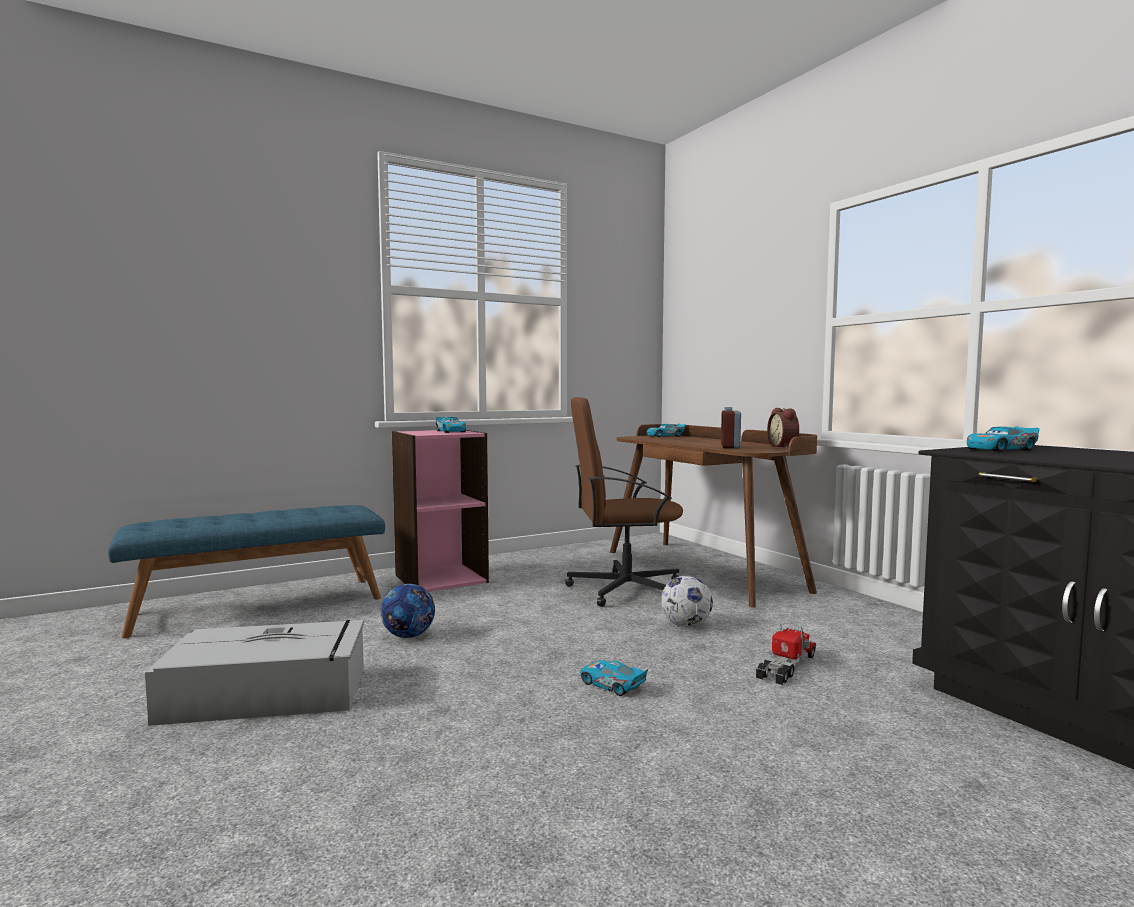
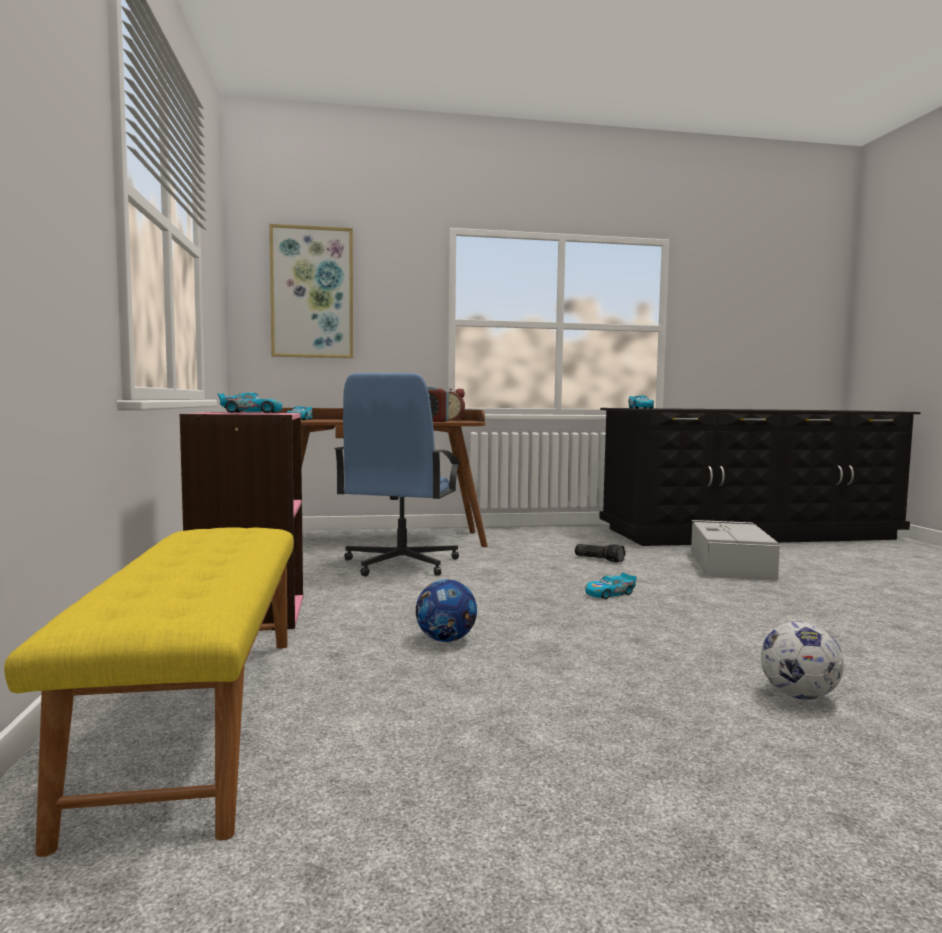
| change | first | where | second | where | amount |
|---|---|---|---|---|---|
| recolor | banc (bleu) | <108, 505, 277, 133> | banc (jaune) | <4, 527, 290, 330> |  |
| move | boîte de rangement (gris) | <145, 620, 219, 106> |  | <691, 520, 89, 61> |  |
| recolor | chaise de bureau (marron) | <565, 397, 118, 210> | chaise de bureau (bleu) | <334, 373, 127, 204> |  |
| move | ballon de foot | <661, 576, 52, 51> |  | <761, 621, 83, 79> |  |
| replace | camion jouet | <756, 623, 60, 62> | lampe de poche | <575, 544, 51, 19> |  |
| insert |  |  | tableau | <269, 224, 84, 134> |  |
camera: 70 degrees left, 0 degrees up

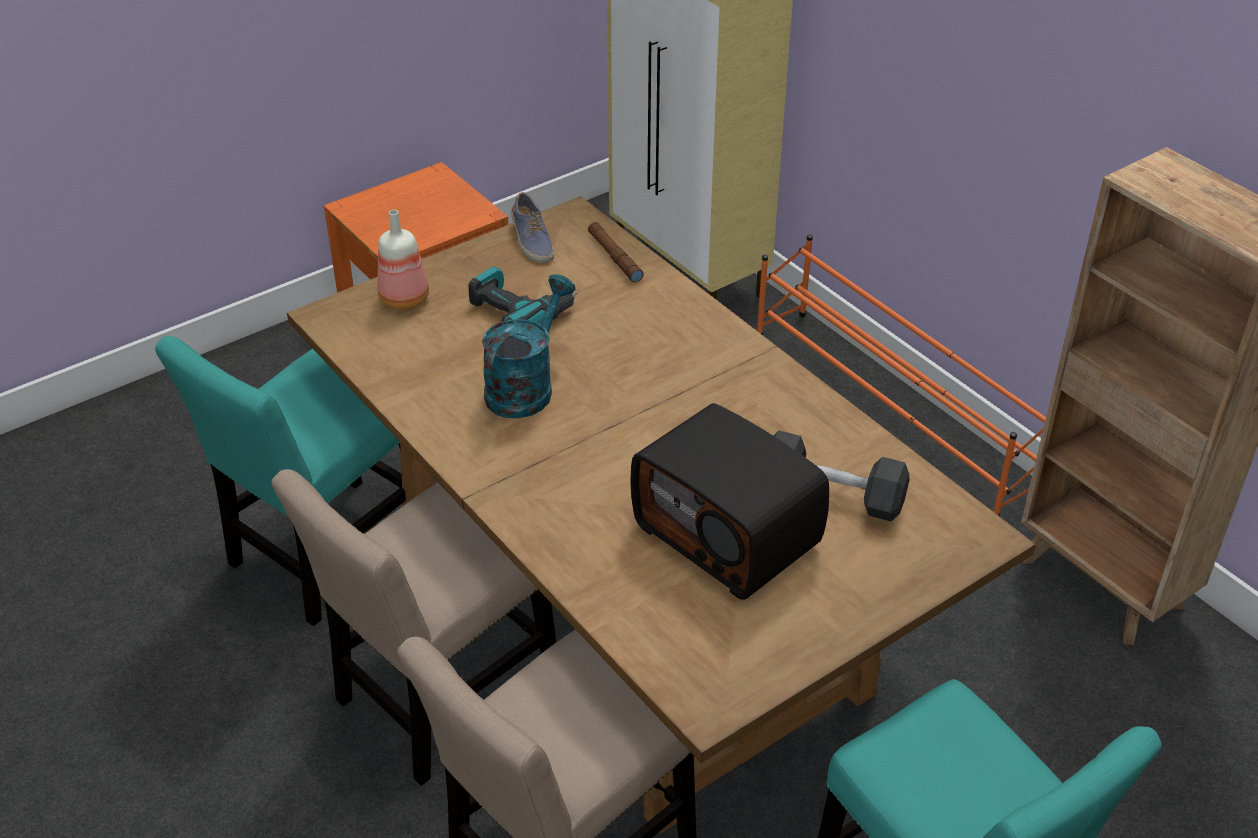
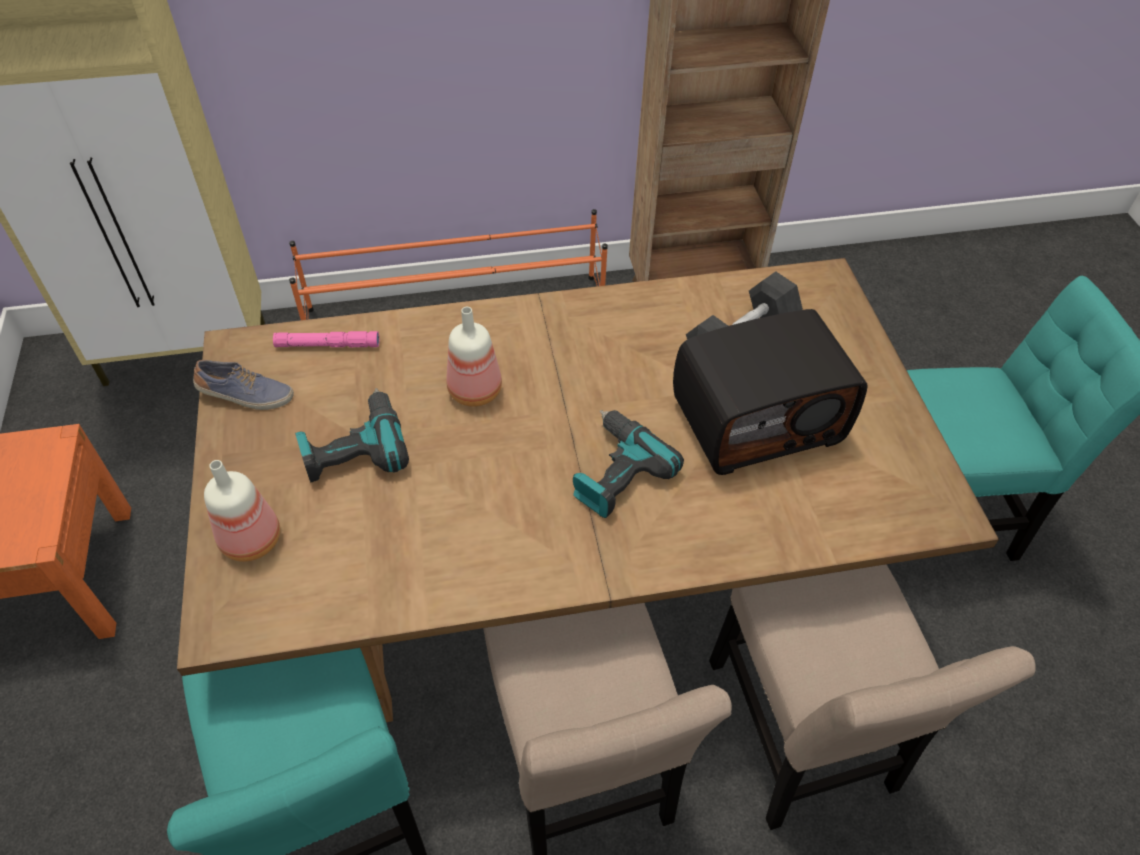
| change | first | where | second | where | amount |
|---|---|---|---|---|---|
| delete | arrosoir (turquoise) | <482, 274, 93, 144> |  |  |  |
| recolor | lampe de poche (marron) | <588, 222, 56, 61> | lampe de poche (rose) | <273, 331, 106, 16> |  |
| insert |  |  | bouteille | <446, 307, 56, 100> |  |
| insert |  |  | perceuse | <573, 410, 111, 108> |  |
camera: 65 degrees left, 10 degrees up

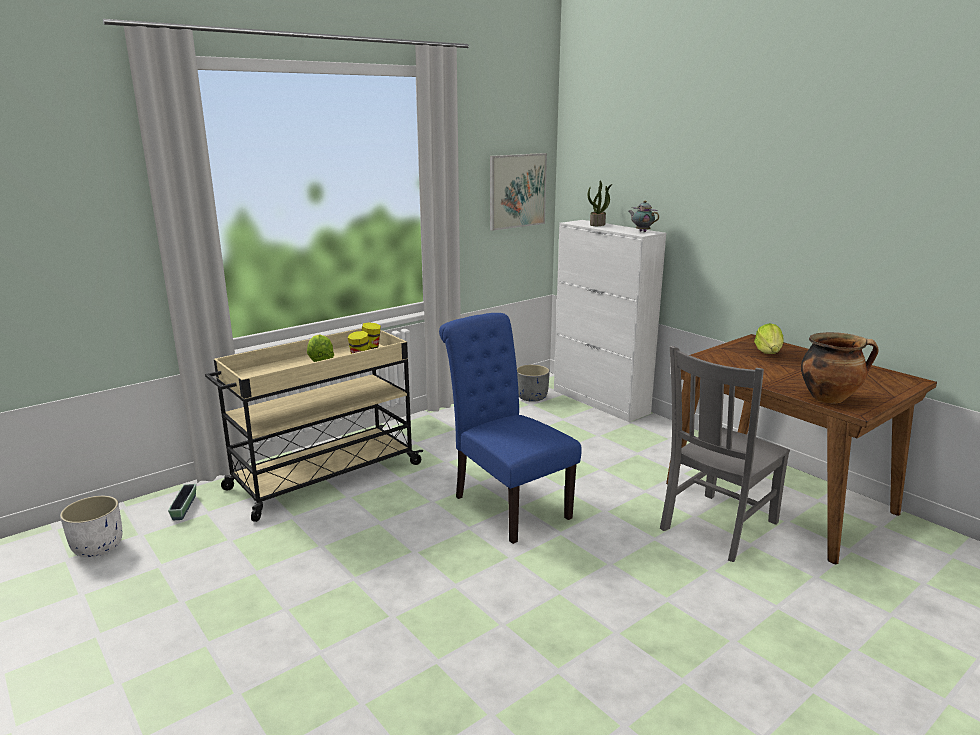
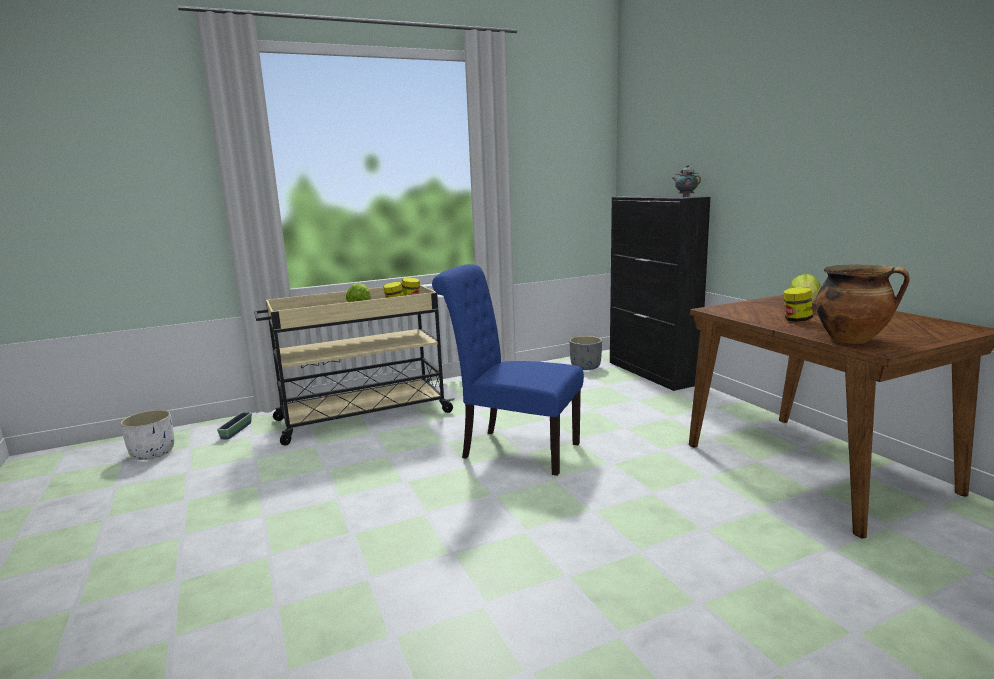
| change | first | where | second | where | amount |
|---|---|---|---|---|---|
| rotate | chaise (bleu) | <439, 313, 143, 231> |  | <432, 264, 152, 212> | 45 degrees counterclockwise |
| delete | tableau | <490, 153, 57, 78> |  |  |  |
| recolor | meuble de rangement (blanc) | <554, 220, 112, 202> | meuble de rangement (noir) | <610, 196, 101, 195> |  |
| delete | plante en pot | <588, 180, 24, 46> |  |  |  |
| delete | chaise (gris) | <660, 346, 130, 216> |  |  |  |
| insert |  |  | bocal | <783, 287, 30, 35> |  |
camera: 15 degrees right, 5 degrees down

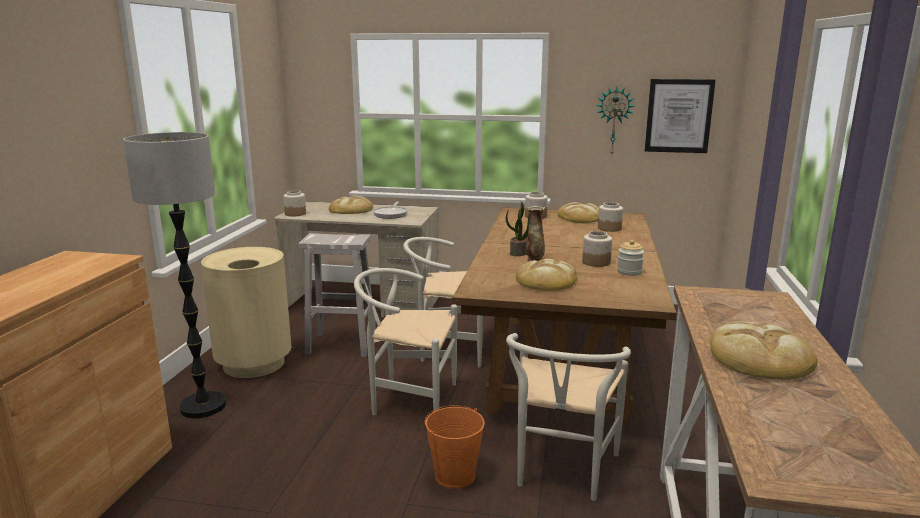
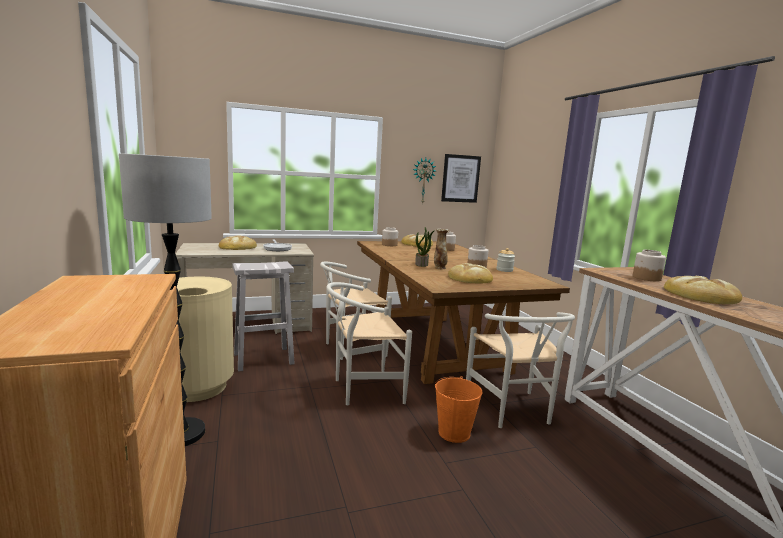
| change | first | where | second | where | amount |
|---|---|---|---|---|---|
| move | bocal | <283, 190, 23, 26> |  | <633, 250, 33, 32> |  |
camera: 30 degrees left, 5 degrees down

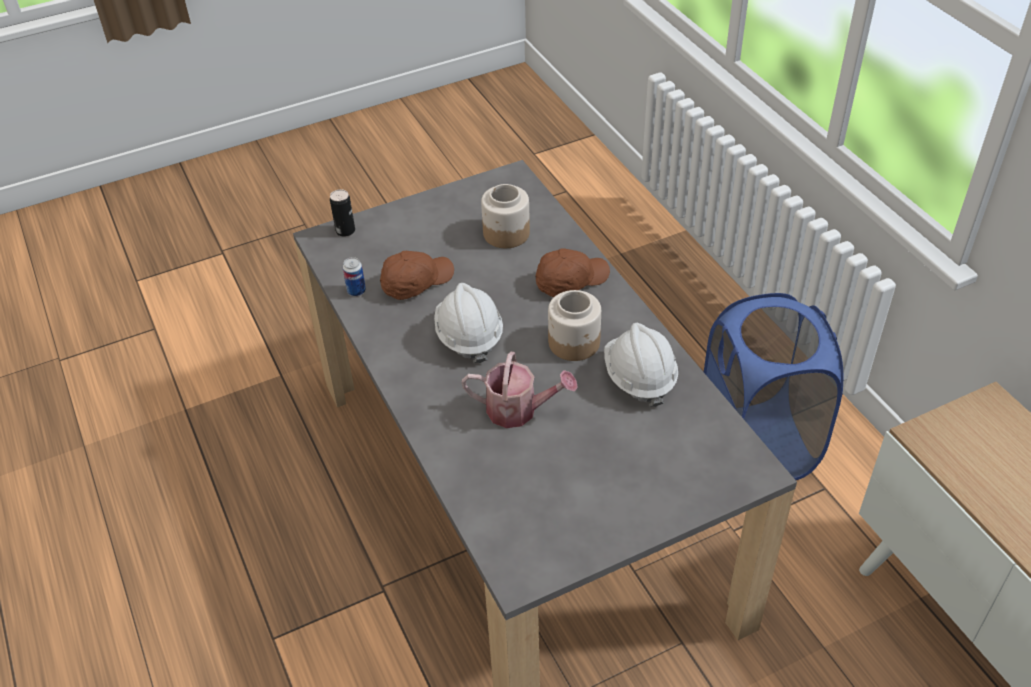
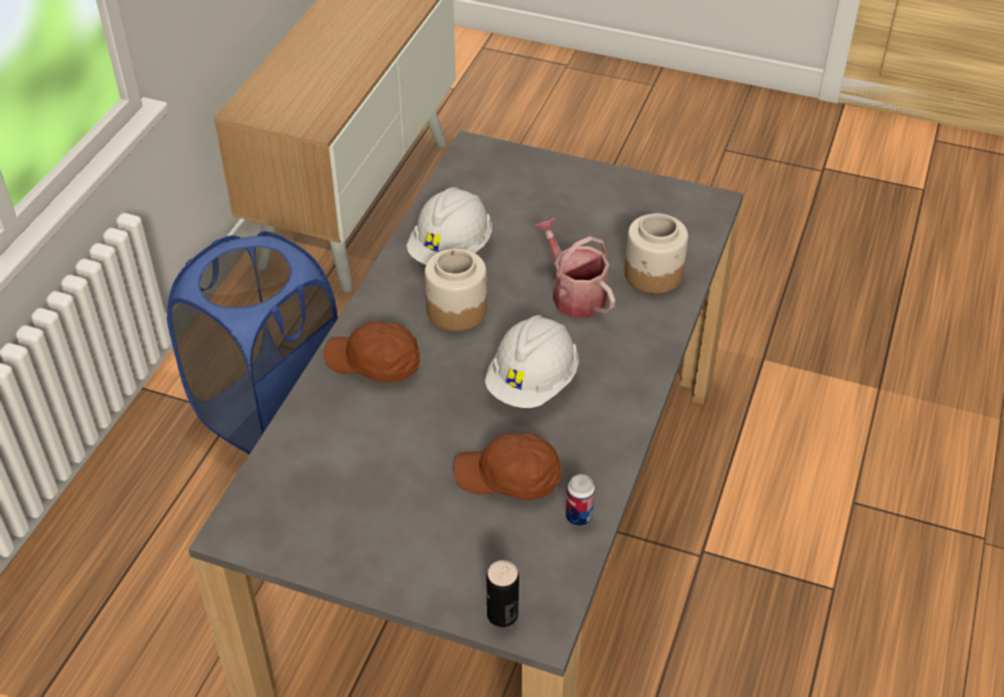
| change | first | where | second | where | amount |
|---|---|---|---|---|---|
| move | bocal | <481, 184, 49, 64> |  | <625, 213, 63, 81> |  |
camera: 135 degrees left, 0 degrees up

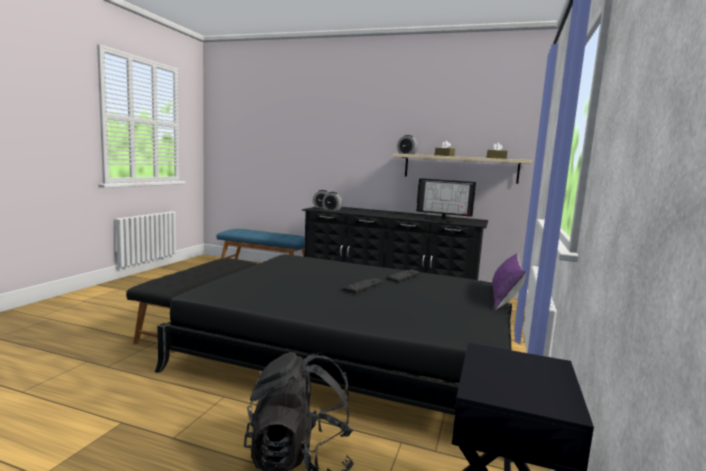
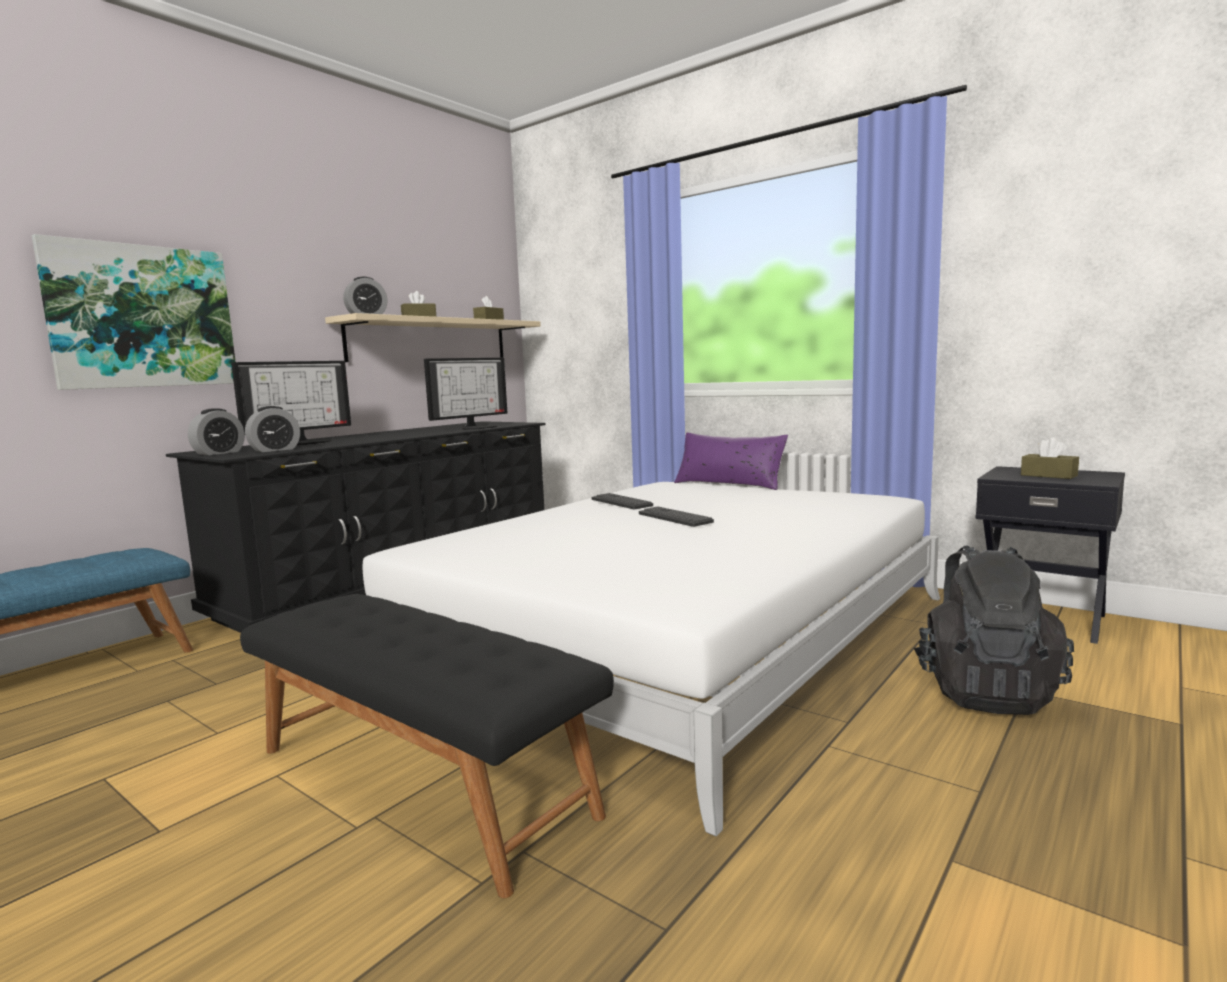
| change | first | where | second | where | amount |
|---|---|---|---|---|---|
| recolor | lit (noir) | <155, 255, 358, 207> | lit (blanc) | <363, 482, 577, 354> |  |
| insert |  |  | tableau | <32, 234, 204, 156> |  |
| insert |  |  | écran d'ordinateur | <231, 361, 120, 84> |  |
| insert |  |  | boîte à mouchoirs (marron) | <1021, 438, 58, 41> |  |
camera: 70 degrees left, 0 degrees up

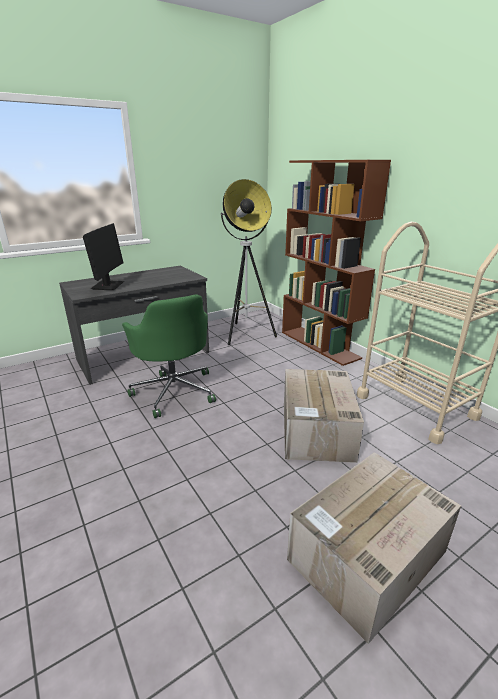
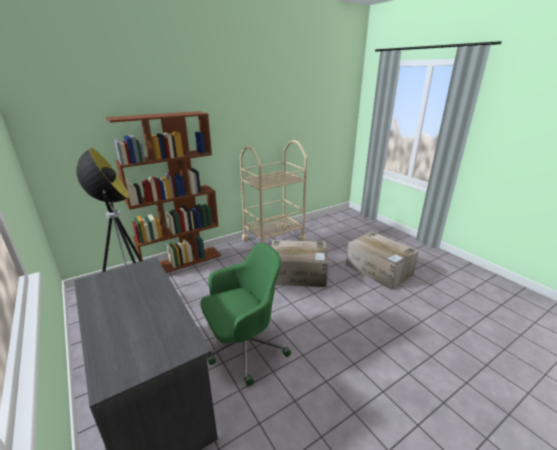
| change | first | where | second | where | amount |
|---|---|---|---|---|---|
| delete | écran d'ordinateur | <83, 223, 41, 67> |  |  |  |
camera: 90 degrees left, 0 degrees up

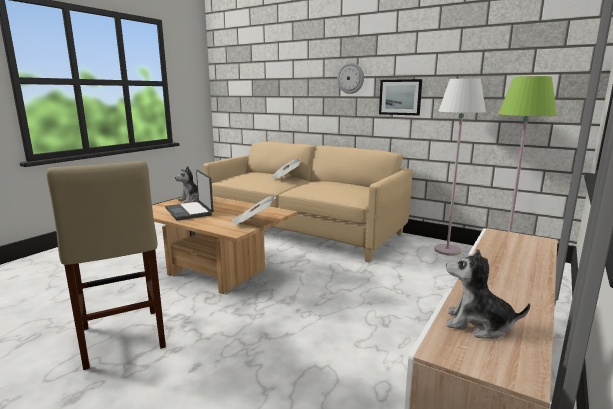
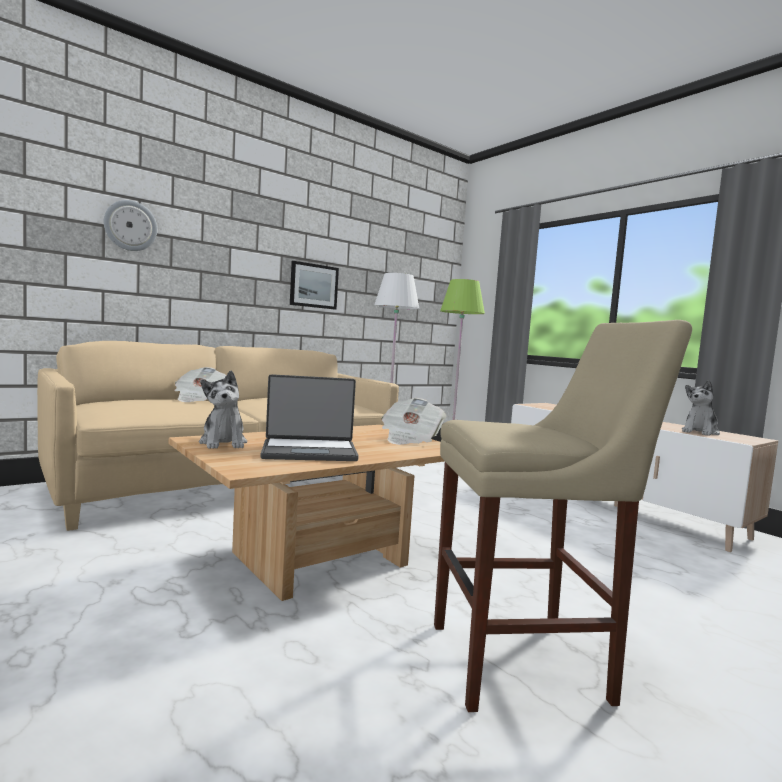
| change | first | where | second | where | amount |
|---|---|---|---|---|---|
| move | horloge murale | <337, 63, 27, 31> |  | <104, 200, 53, 51> |  |
camera: 70 degrees left, 10 degrees down

